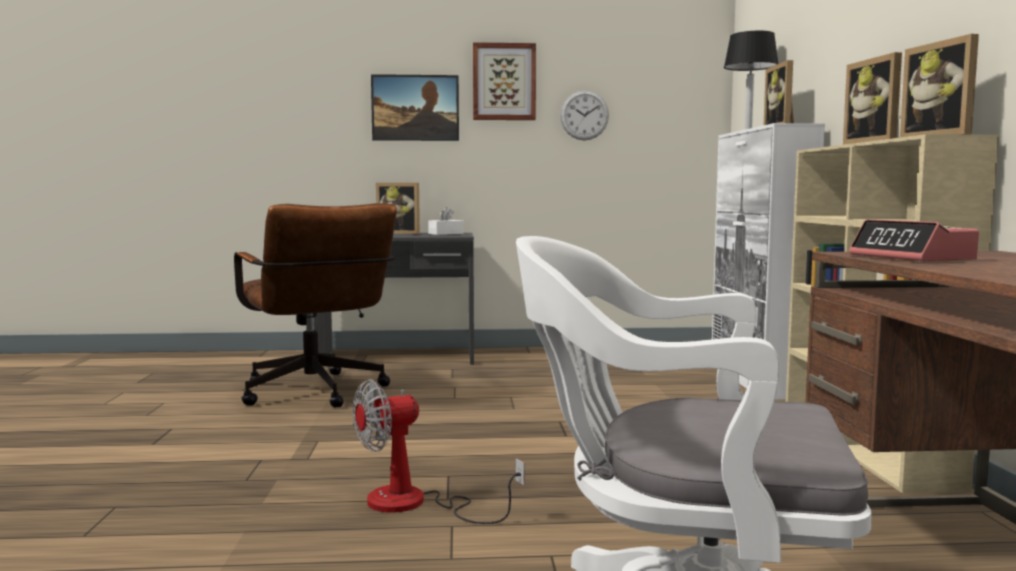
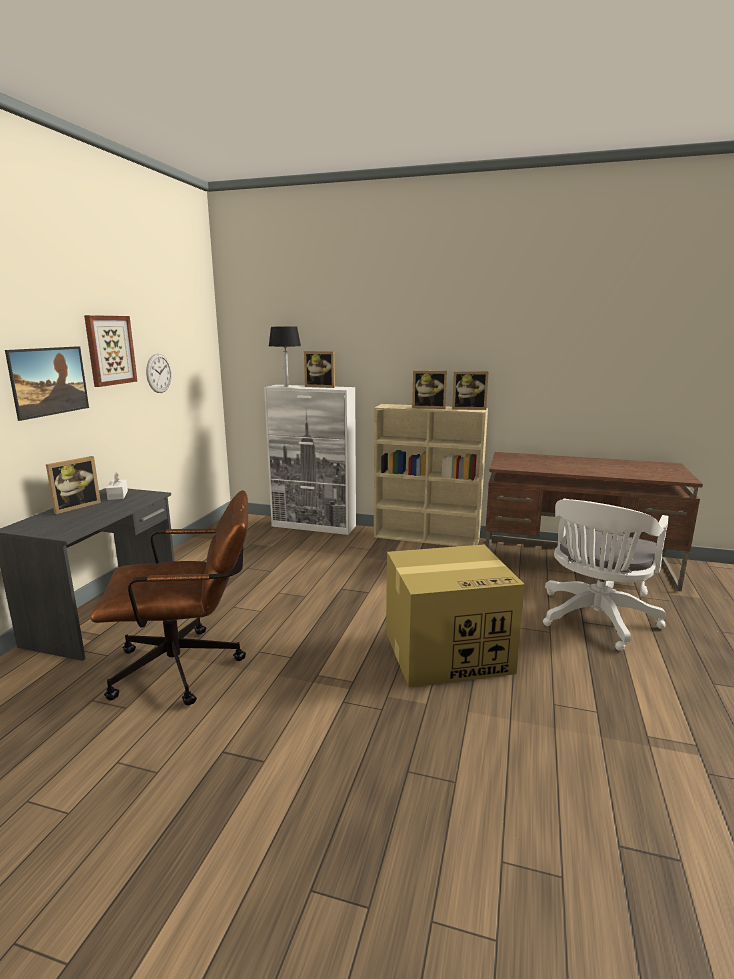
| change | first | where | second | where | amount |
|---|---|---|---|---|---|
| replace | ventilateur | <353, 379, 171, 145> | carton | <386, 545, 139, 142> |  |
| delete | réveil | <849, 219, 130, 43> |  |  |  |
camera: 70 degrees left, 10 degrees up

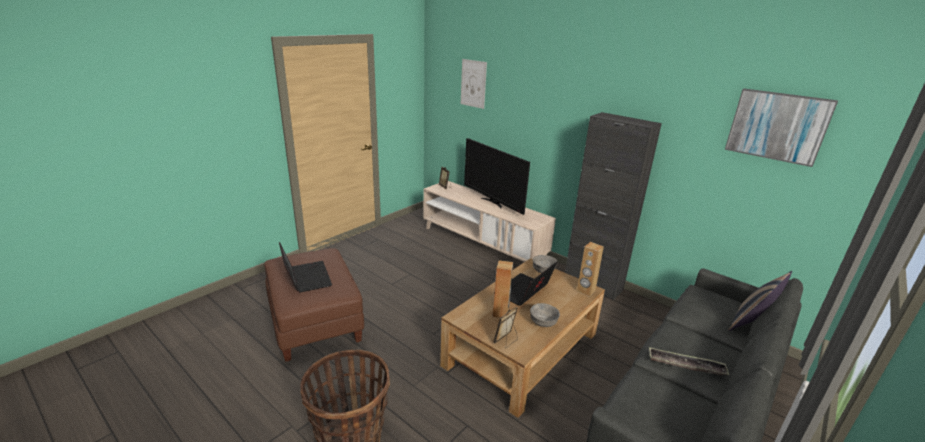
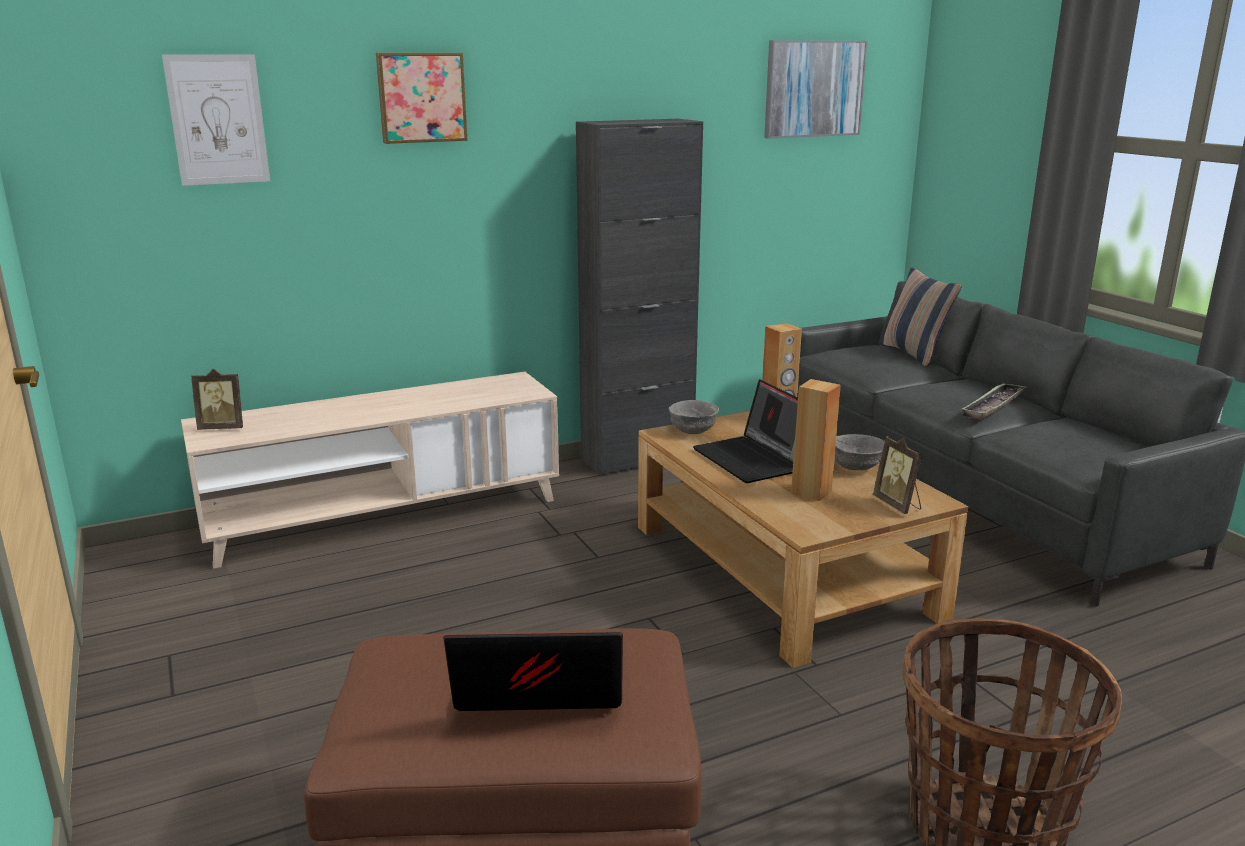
| change | first | where | second | where | amount |
|---|---|---|---|---|---|
| delete | téléviseur | <464, 138, 66, 77> |  |  |  |
| insert |  |  | tableau | <376, 53, 92, 91> |  |
camera: 65 degrees left, 5 degrees down

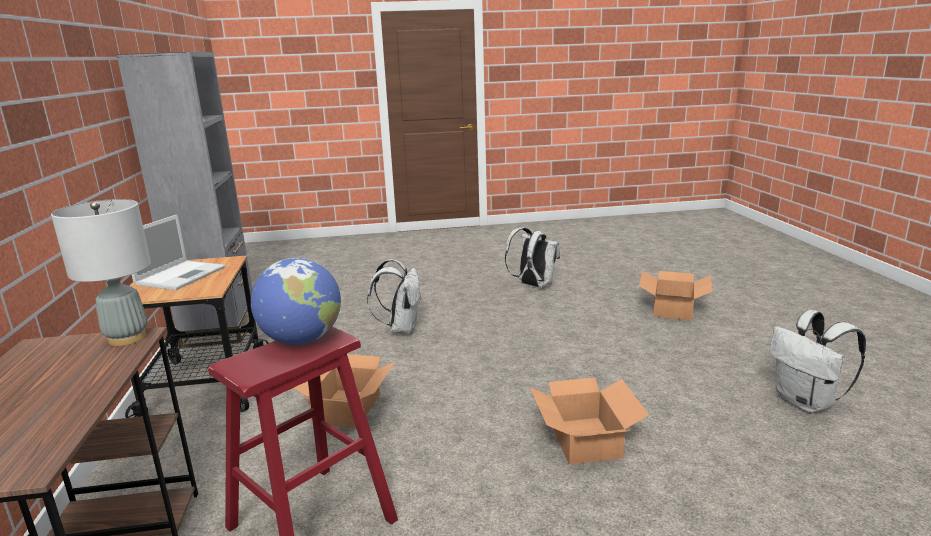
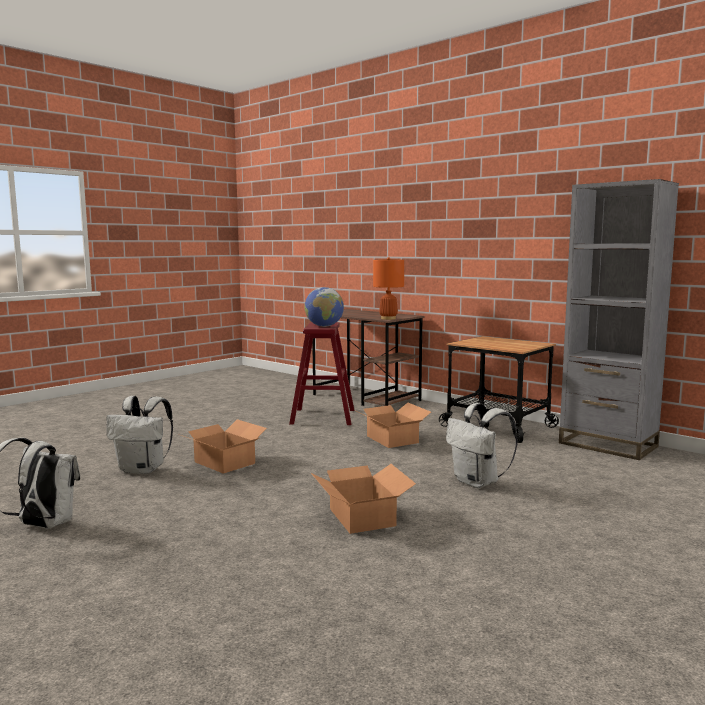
| change | first | where | second | where | amount |
|---|---|---|---|---|---|
| recolor | lampe de table (gris) | <51, 199, 100, 147> | lampe de table (orange) | <373, 257, 31, 63> |  |
| delete | ordinateur portable | <131, 214, 94, 76> |  |  |  |
| move | sac à dos (blanc) | <505, 228, 55, 59> |  | <106, 396, 67, 78> |  |
| move | carton | <639, 270, 73, 50> |  | <311, 464, 105, 70> |  |
camera: 140 degrees right, 10 degrees down

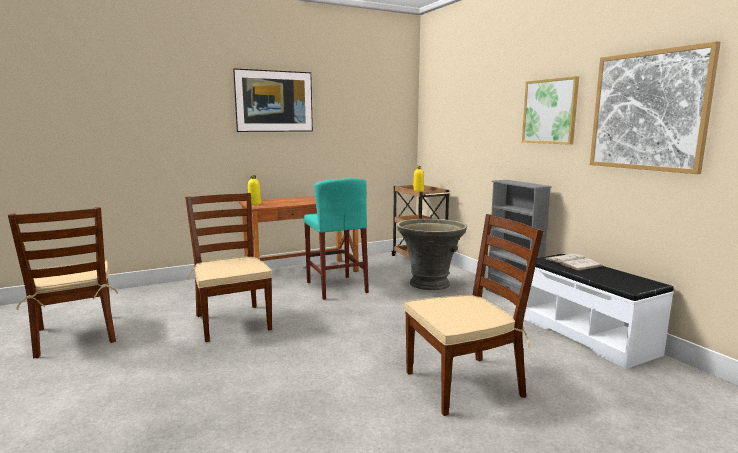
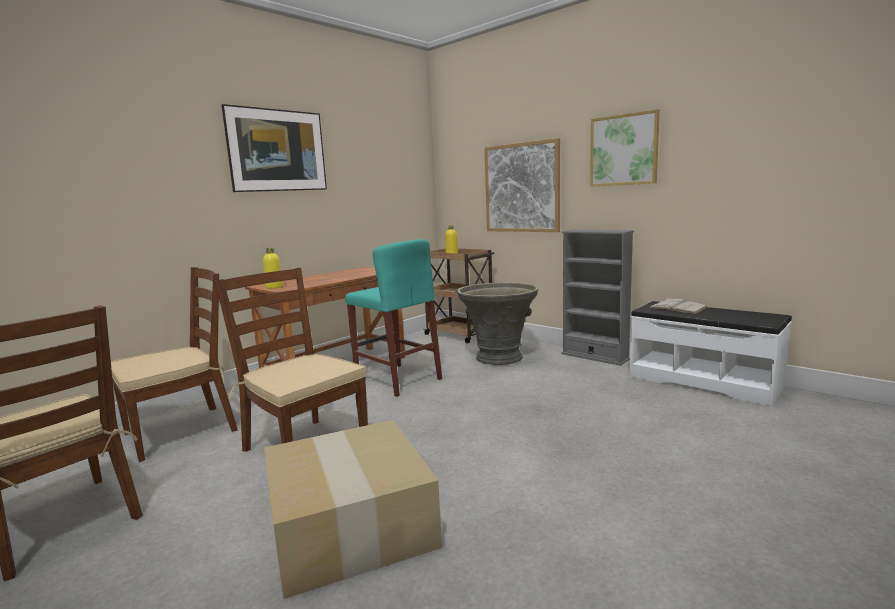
| change | first | where | second | where | amount |
|---|---|---|---|---|---|
| move | chaise (marron) | <404, 214, 140, 202> |  | <111, 267, 127, 195> |  |
| move | tableau | <590, 41, 131, 133> |  | <484, 138, 76, 94> |  |
| insert |  |  | carton | <264, 420, 178, 179> |  |
camera: 20 degrees left, 0 degrees up

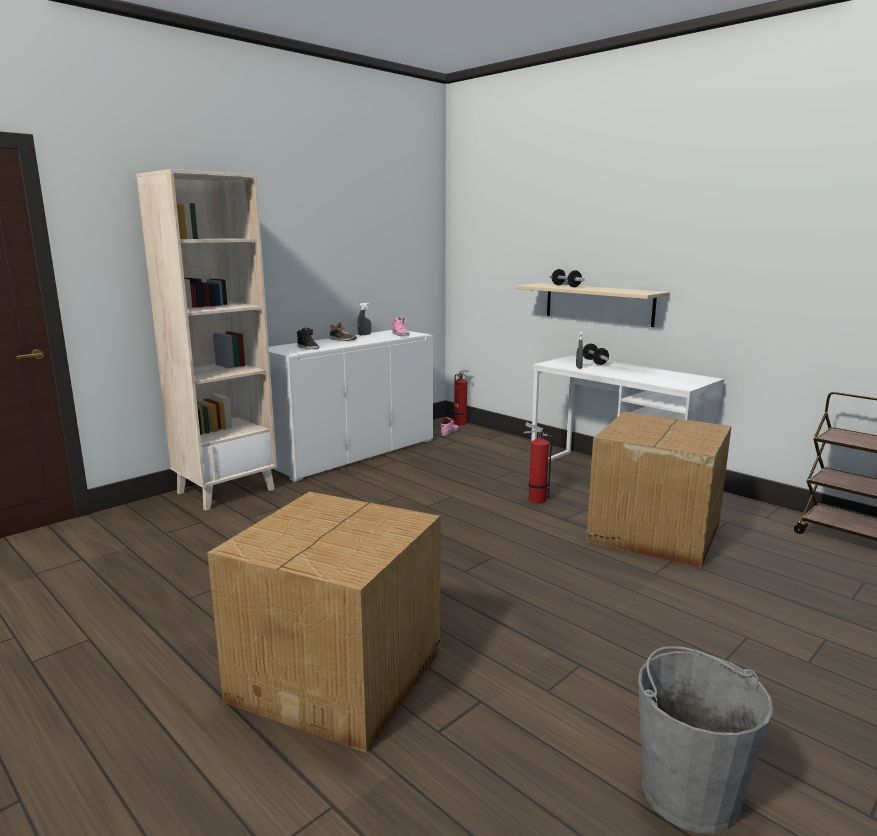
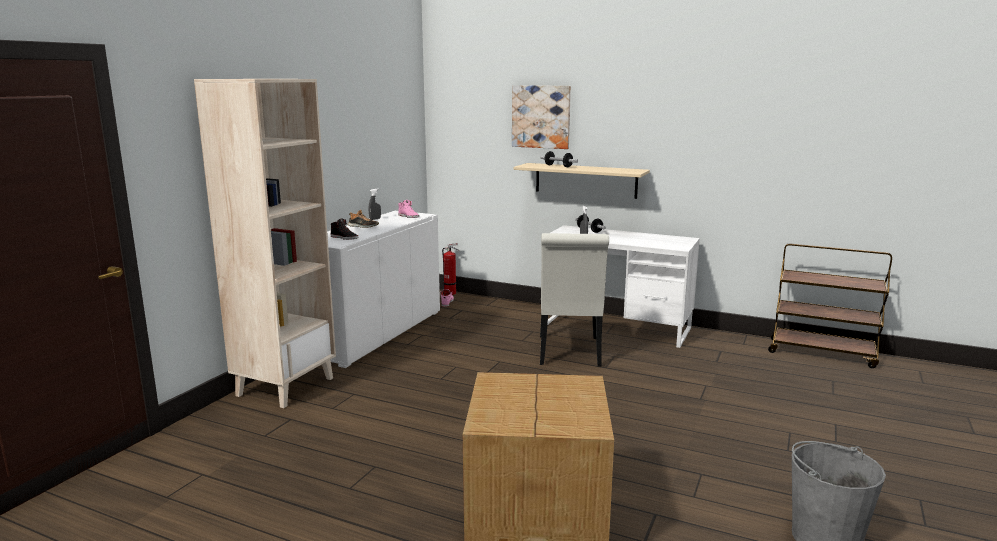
| change | first | where | second | where | amount |
|---|---|---|---|---|---|
| replace | extincteur | <523, 422, 30, 81> | chaise (blanc) | <540, 233, 69, 134> |  |
| delete | carton | <586, 412, 145, 156> |  |  |  |
| insert |  |  | tableau | <512, 85, 59, 64> |  |
camera: 20 degrees left, 0 degrees up

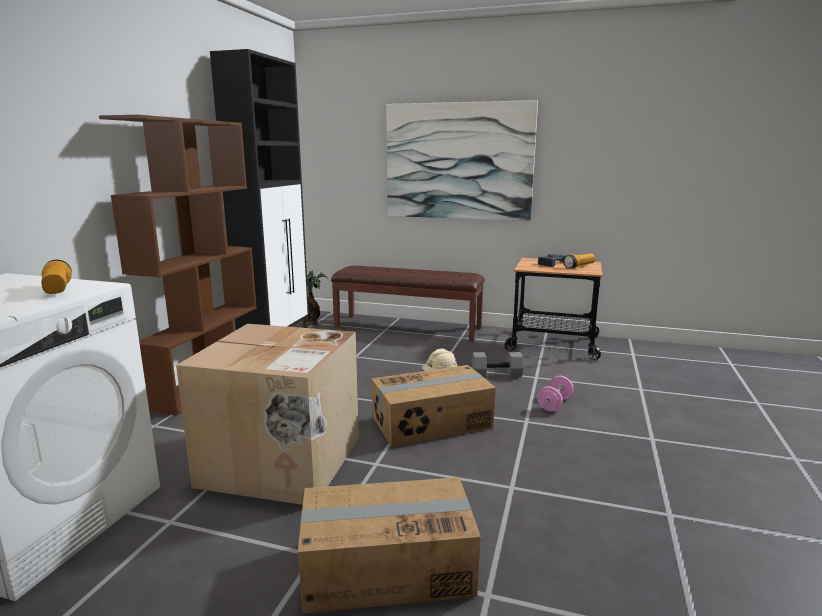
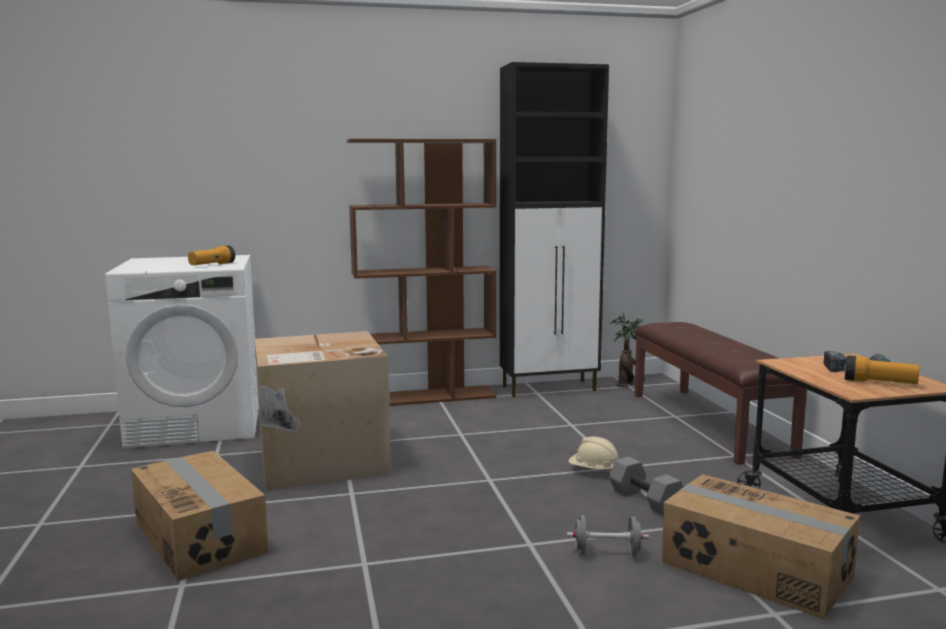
| change | first | where | second | where | amount |
|---|---|---|---|---|---|
| move | carton | <371, 365, 125, 82> |  | <662, 474, 198, 145> |  |
| delete | tableau | <386, 100, 152, 121> |  |  |  |
| recolor | haltère (rose) | <537, 376, 37, 35> | haltère (gris) | <567, 515, 82, 41> |  |
camera: 60 degrees right, 5 degrees down

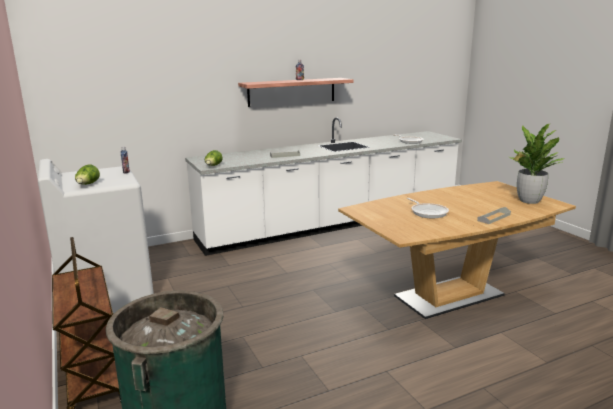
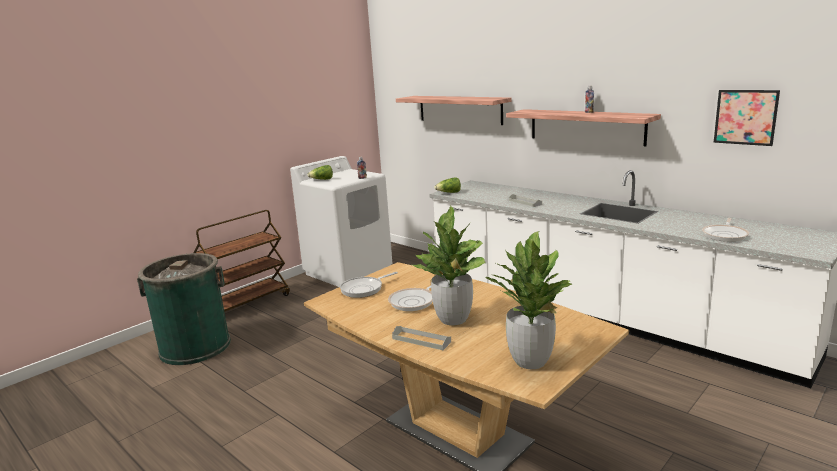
| change | first | where | second | where | amount |
|---|---|---|---|---|---|
| insert |  |  | poêle | <340, 272, 58, 26> |  |
| insert |  |  | étagère | <396, 96, 115, 29> |  |
| insert |  |  | plante en pot | <413, 206, 72, 120> |  |
| insert |  |  | tableau | <714, 90, 66, 56> |  |
camera: 70 degrees right, 0 degrees up

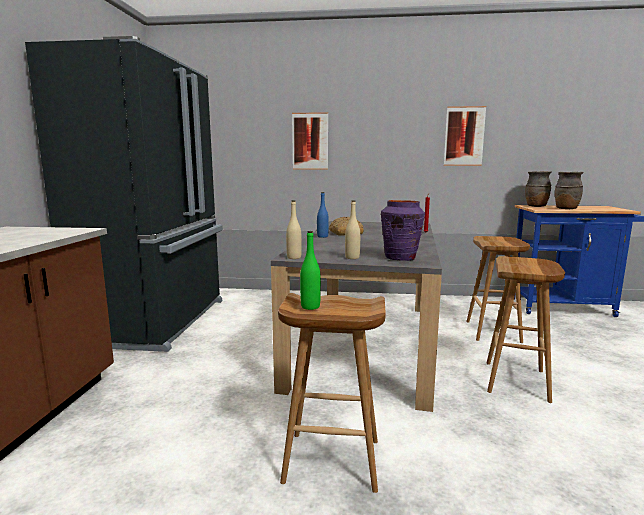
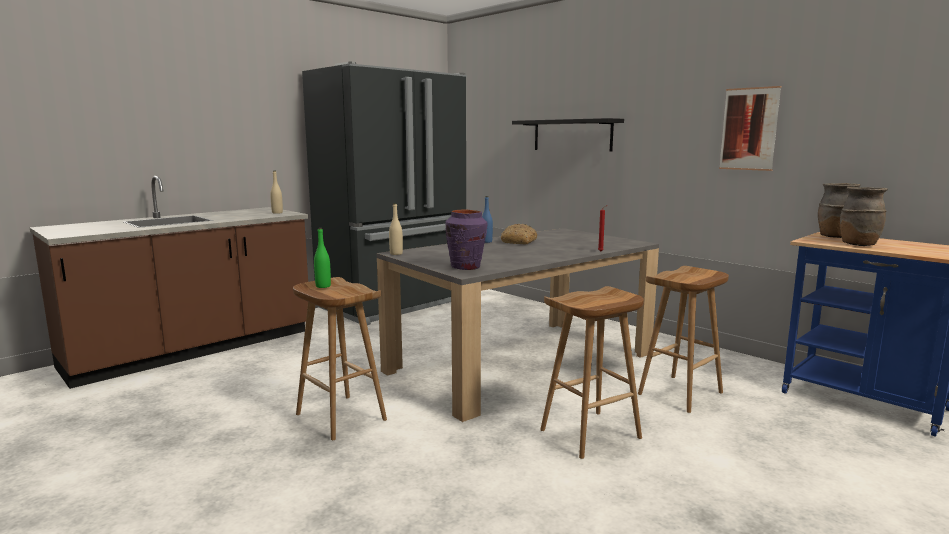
| change | first | where | second | where | amount |
|---|---|---|---|---|---|
| replace | tableau | <292, 112, 36, 58> | étagère (noir) | <512, 118, 112, 34> |  |
| move | bouteille (beige) | <345, 200, 15, 59> |  | <270, 171, 13, 43> |  |
camera: 40 degrees right, 0 degrees up

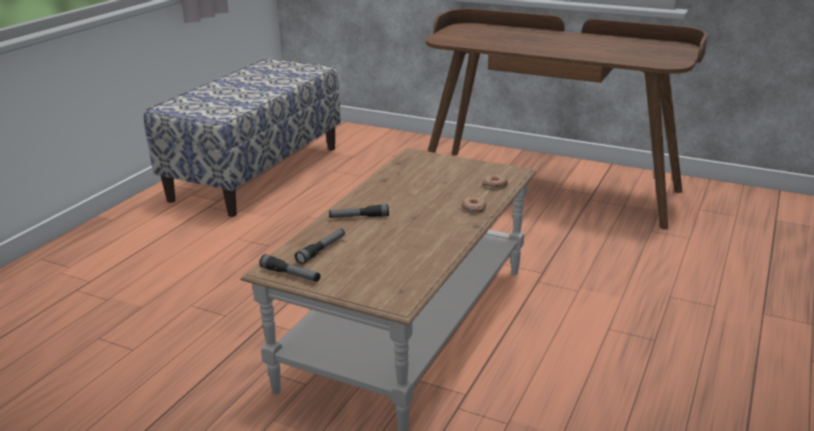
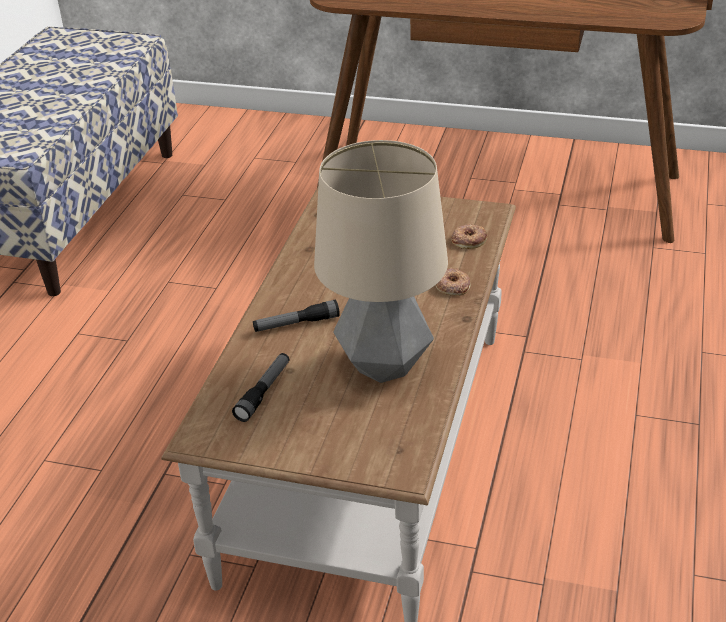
| change | first | where | second | where | amount |
|---|---|---|---|---|---|
| delete | lampe de poche | <259, 254, 61, 28> |  |  |  |
| insert |  |  | lampe de table | <314, 140, 134, 243> |  |
camera: 10 degrees left, 10 degrees up

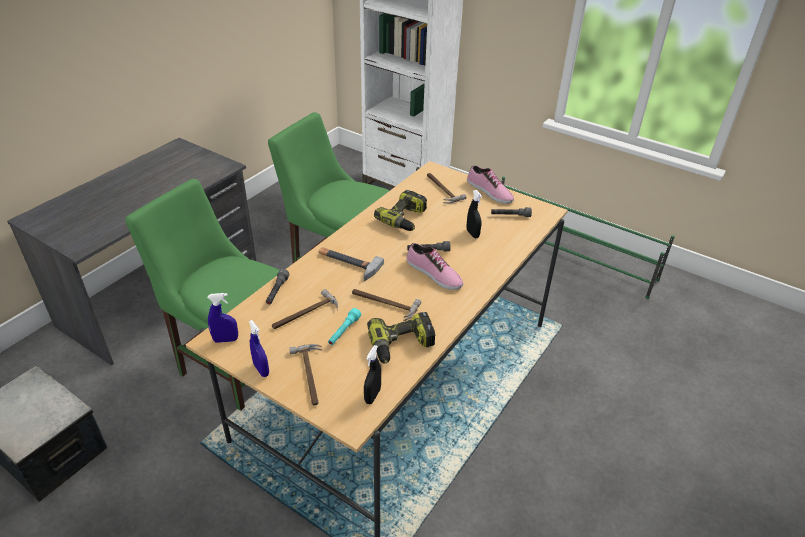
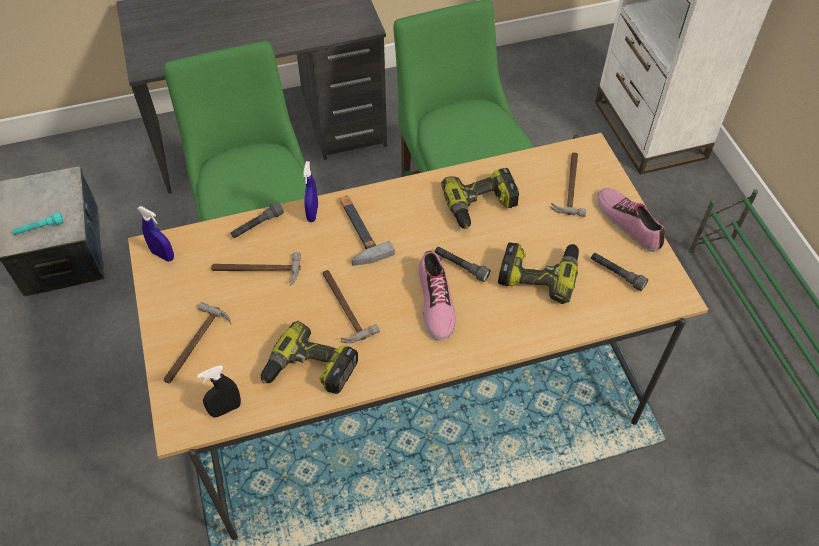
| change | first | where | second | where | amount |
|---|---|---|---|---|---|
| move | vaporisateur (bleu) | <249, 320, 20, 57> |  | <303, 161, 15, 61> |  |
| move | lampe de poche (turquoise) | <328, 308, 33, 37> |  | <12, 212, 52, 23> |  |
| rotate | chaussure | <467, 165, 47, 39> |  | <597, 188, 68, 64> | 150 degrees clockwise |
| replace | vaporisateur (noir) | <467, 190, 15, 48> | perceuse | <498, 242, 81, 62> |  |
camera: 40 degrees right, 15 degrees up

